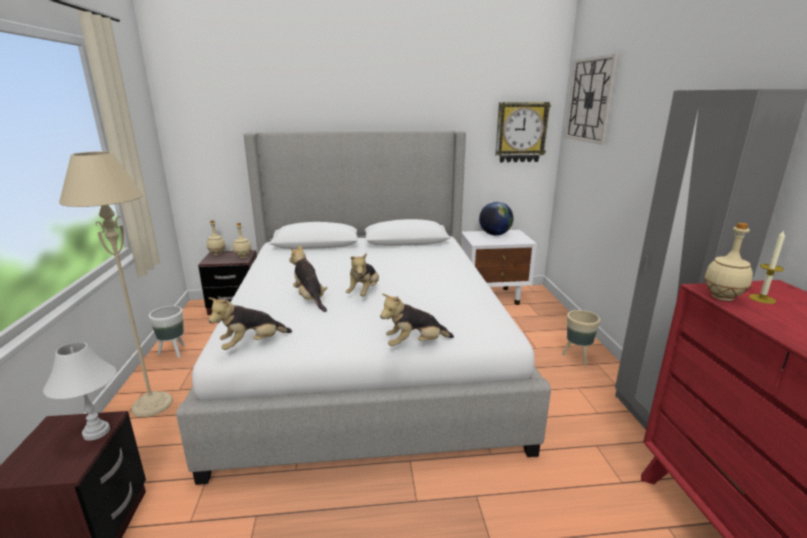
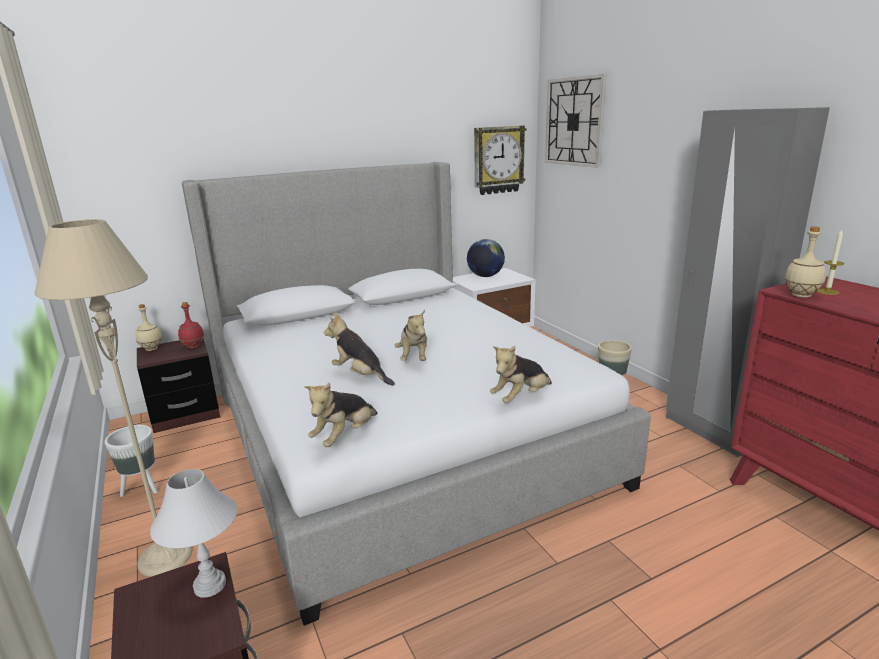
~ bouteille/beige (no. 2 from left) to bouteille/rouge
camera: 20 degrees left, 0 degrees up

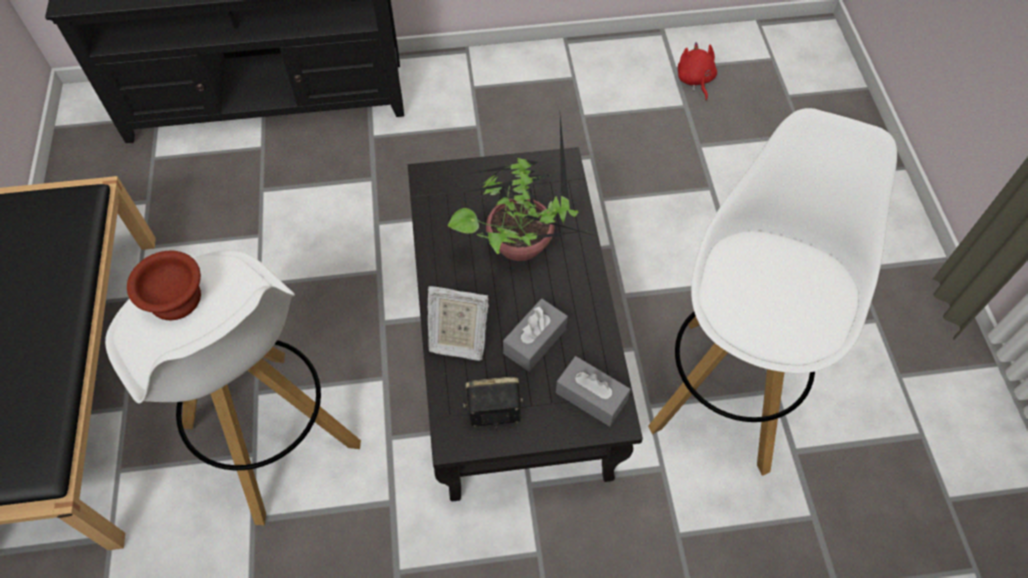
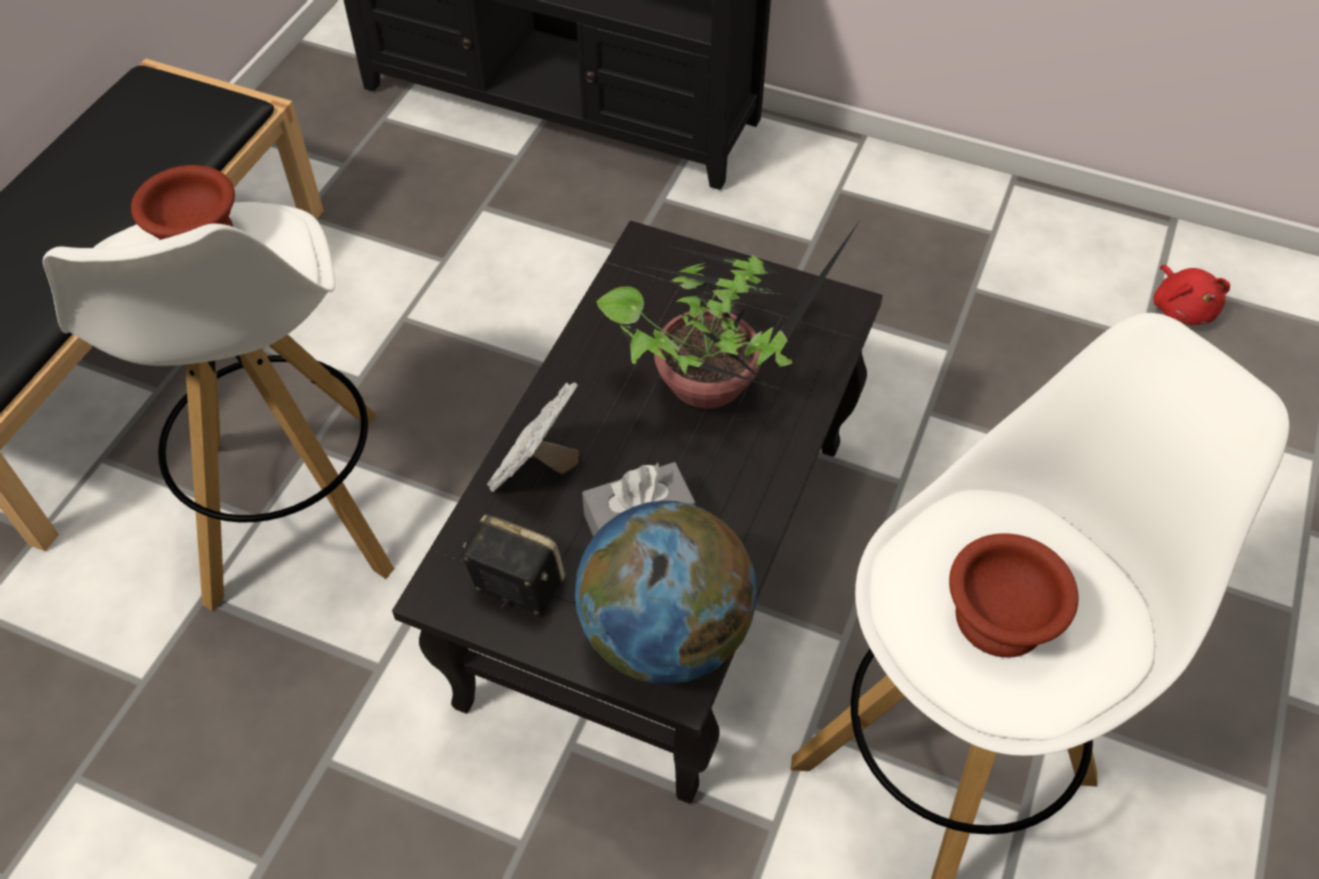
~ cadre photo 75 degrees clockwise
~ boîte à mouchoirs/gris (no. 2 from left) to globe
~ peluche/rouge 150 degrees clockwise
+ bol/marron (no. 2 from left)
camera: 30 degrees right, 5 degrees down

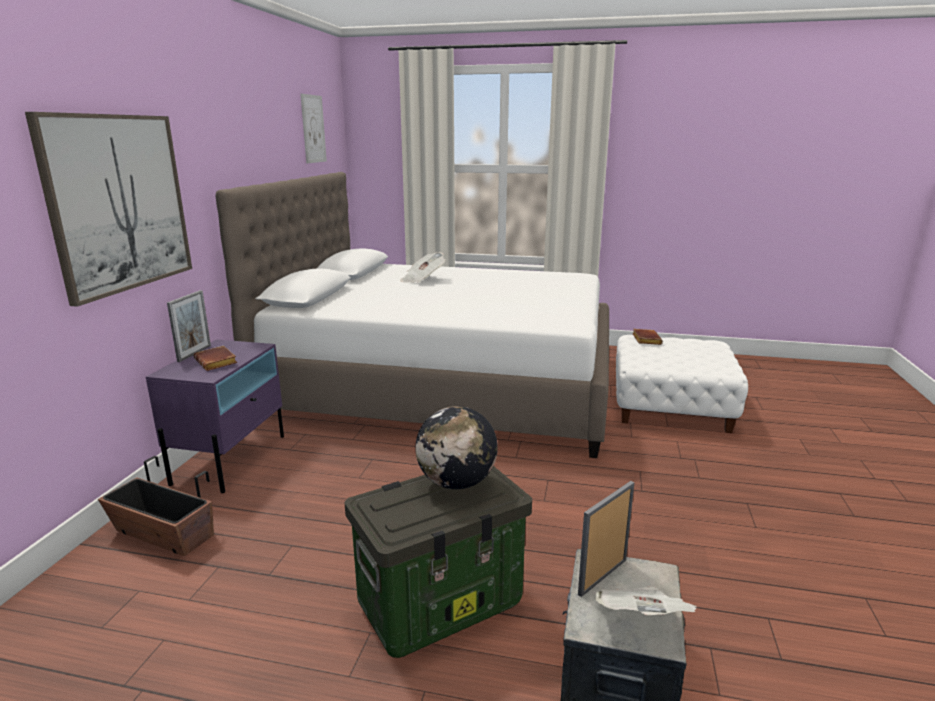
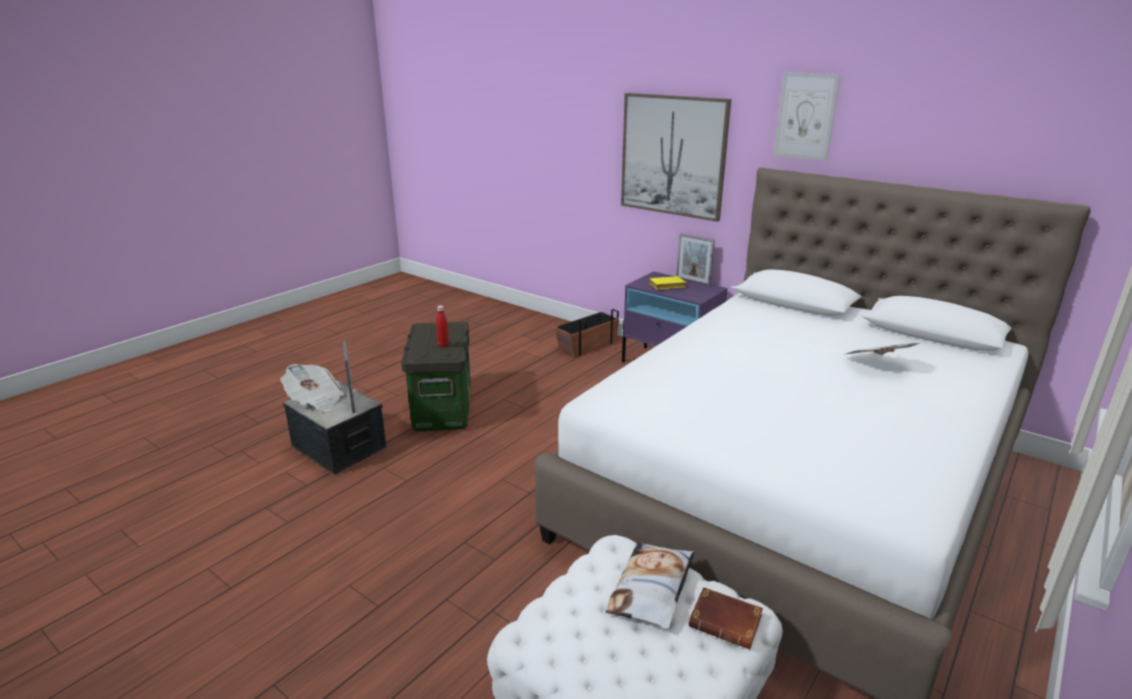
~ livre/marron (no. 1 from left) to livre/jaune
~ tableau (no. 2 from left)
~ globe to bouteille/rouge
+ coussin
camera: 115 degrees right, 5 degrees up

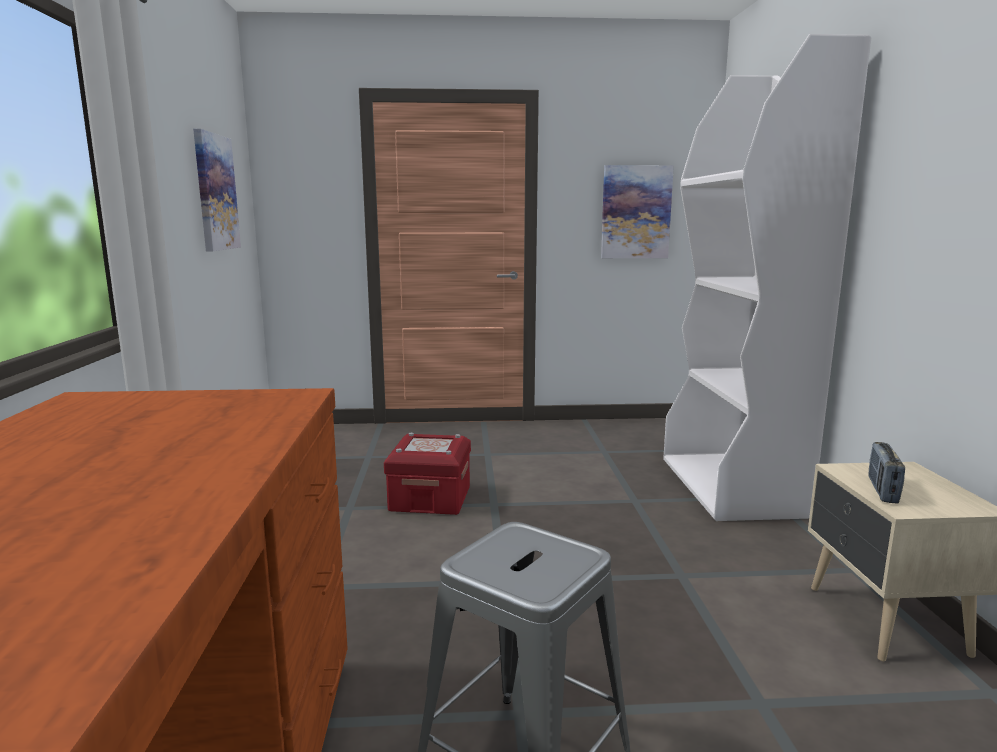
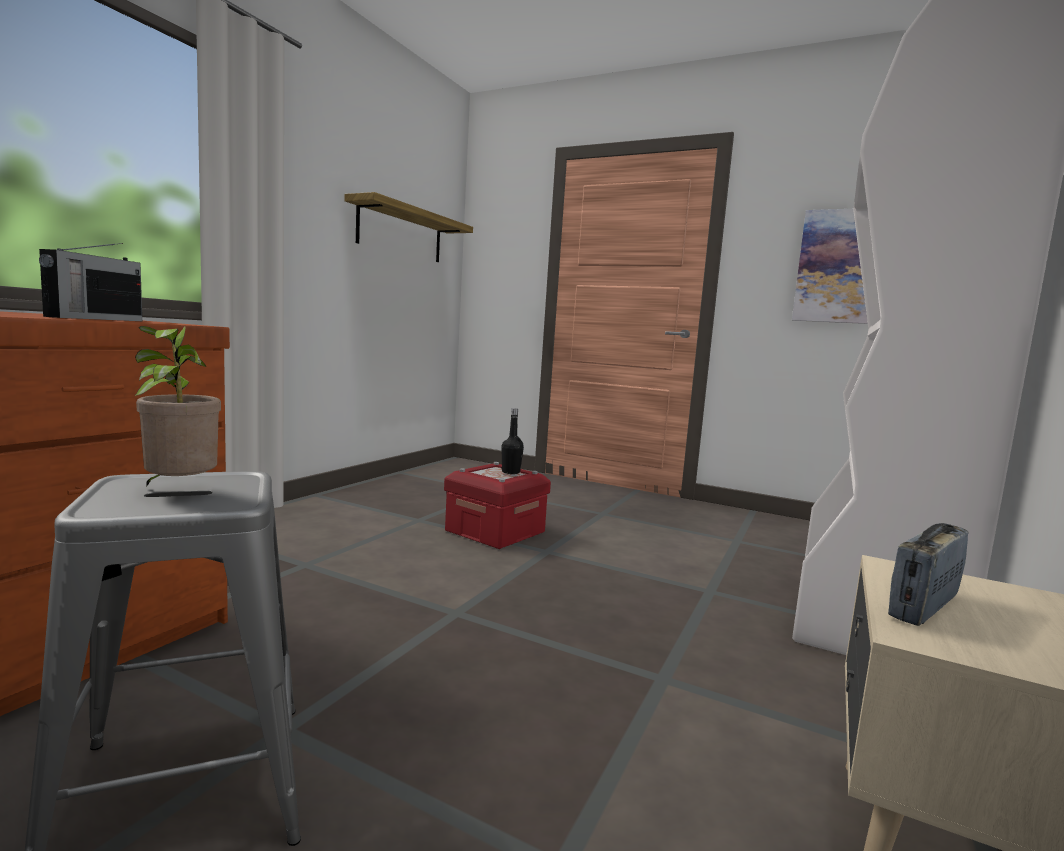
~ tableau (no. 1 from left) to étagère
+ radio (no. 1 from left)
+ plante en pot
+ bouteille/noir
camera: 30 degrees right, 5 degrees down

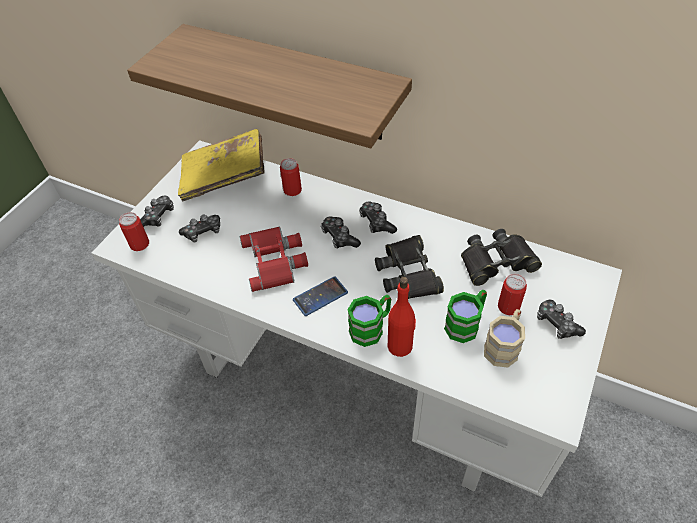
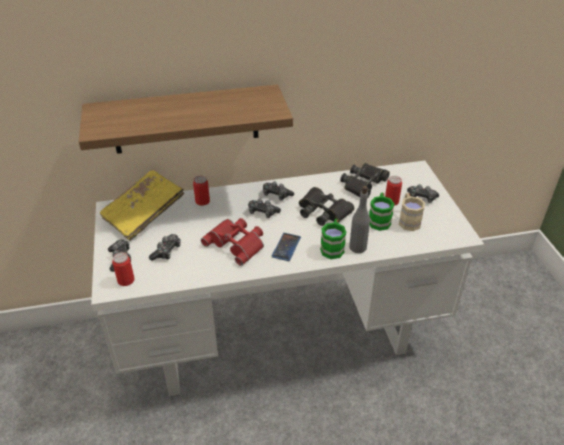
~ bouteille/rouge to bouteille/gris
camera: 40 degrees left, 10 degrees down

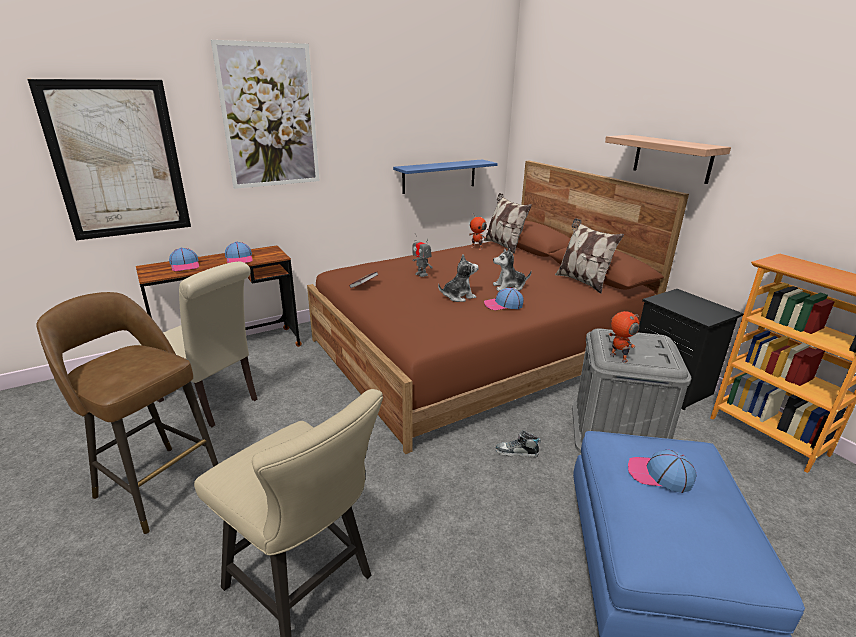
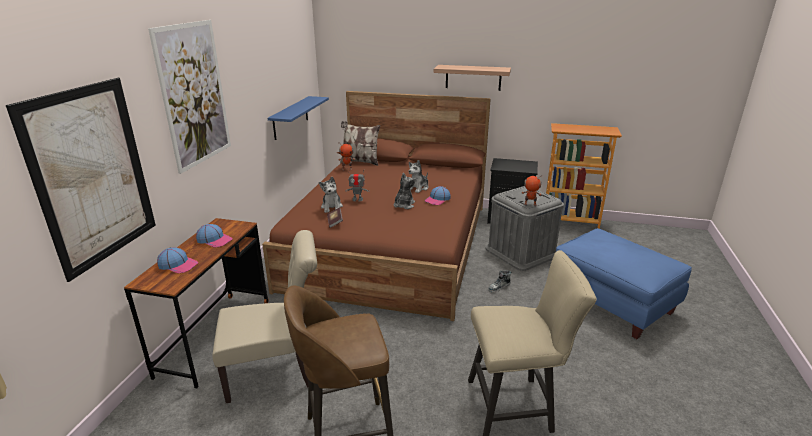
- coussin (no. 2 from left)
- casquette (no. 4 from left)
+ peluche (no. 1 from left)
camera: 45 degrees left, 0 degrees up

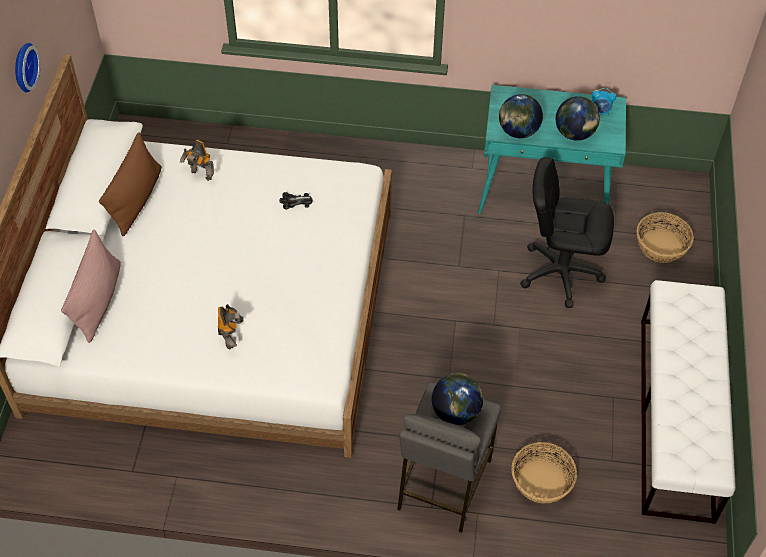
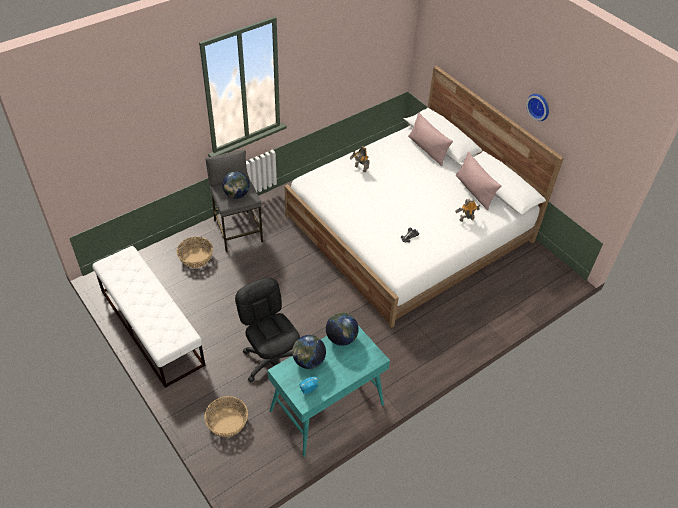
~ coussin/marron to coussin/rose (no. 2 from left)
~ chaise de bureau/noir 90 degrees counterclockwise
camera: 135 degrees right, 5 degrees down

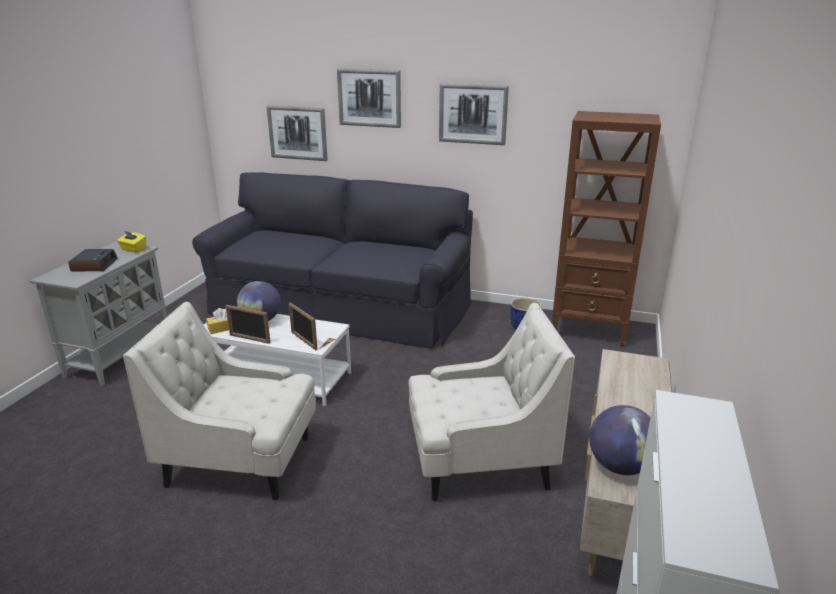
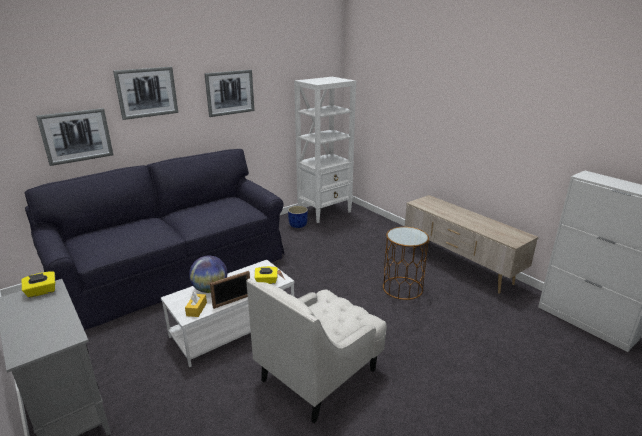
- réveil
~ cadre photo (no. 2 from left) to boîte à mouchoirs/jaune (no. 3 from left)
~ fauteuil/blanc (no. 2 from left) to table d'appoint/marron
~ bibliothèque/marron to bibliothèque/blanc
- globe (no. 2 from left)
camera: 55 degrees left, 0 degrees up

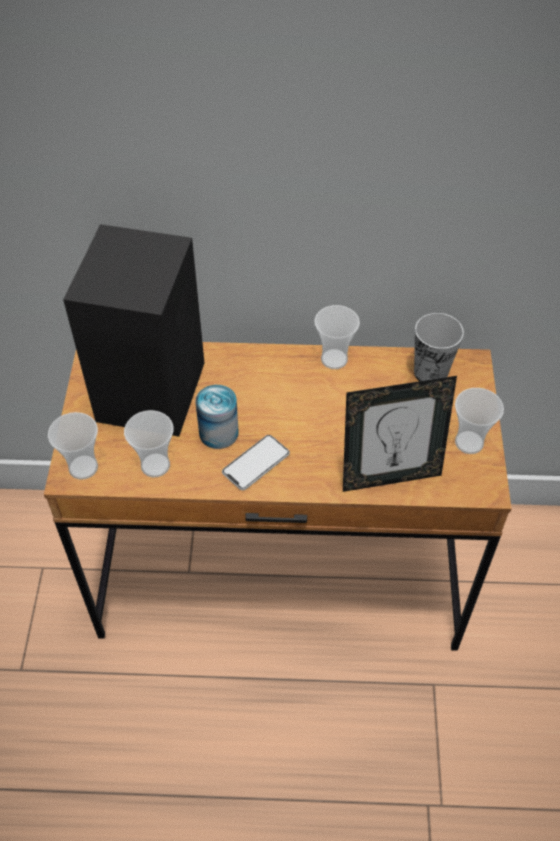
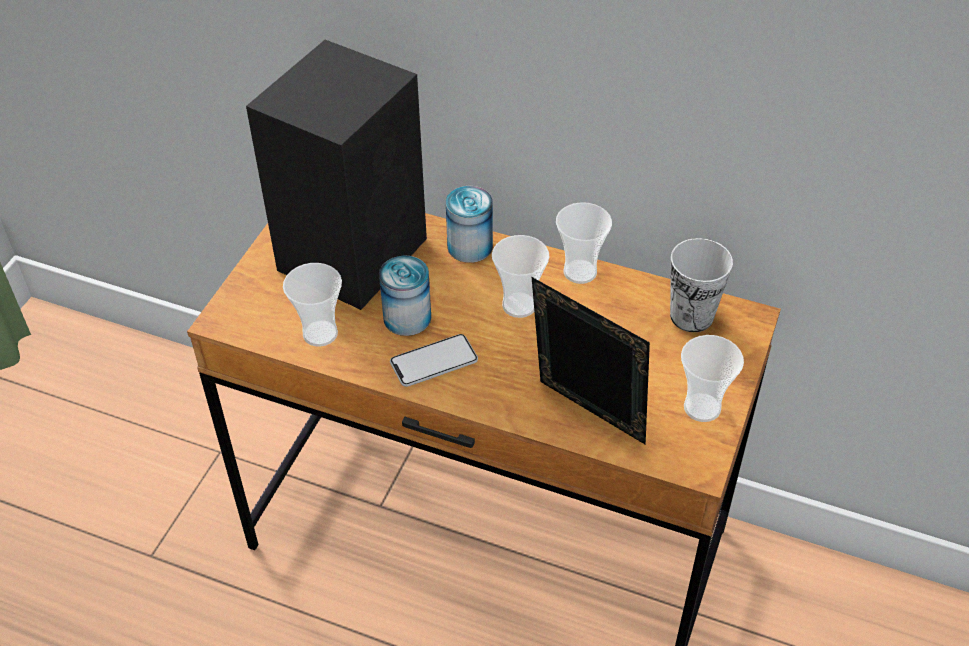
~ tasse (no. 1 from left in the first image) to tasse (no. 2 from left)
~ cadre photo 150 degrees counterclockwise
+ boîte métallique (no. 2 from left)
camera: 20 degrees right, 5 degrees down

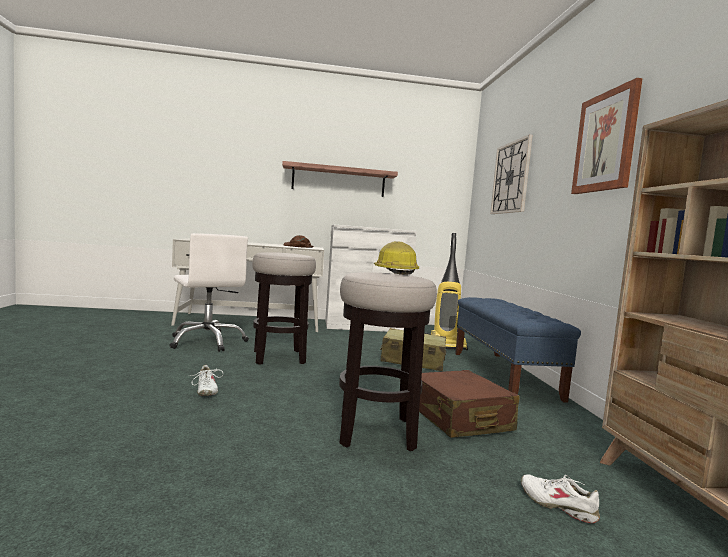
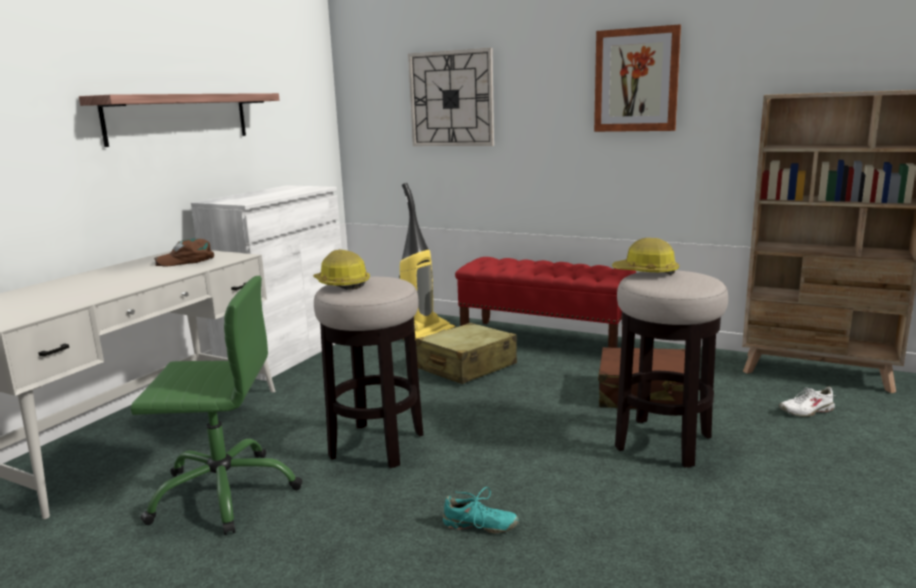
~ chaise de bureau/blanc to chaise de bureau/vert
~ chaussure/blanc (no. 1 from left) to chaussure/turquoise
~ banc/bleu to banc/rouge
+ casque de chantier (no. 1 from left)
camera: 55 degrees left, 10 degrees up

